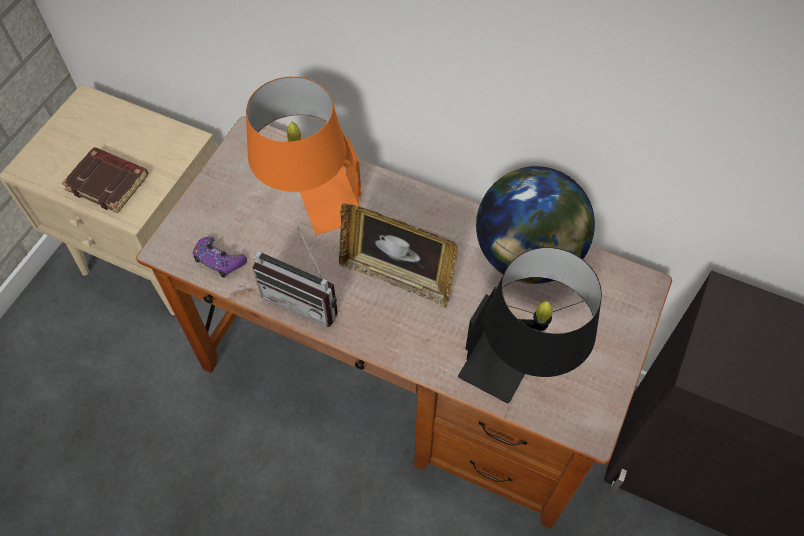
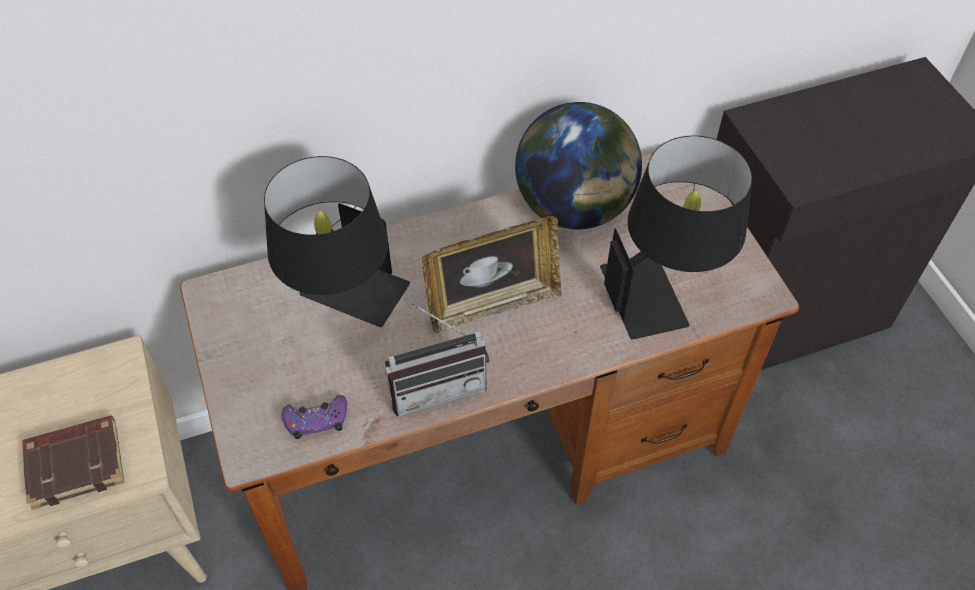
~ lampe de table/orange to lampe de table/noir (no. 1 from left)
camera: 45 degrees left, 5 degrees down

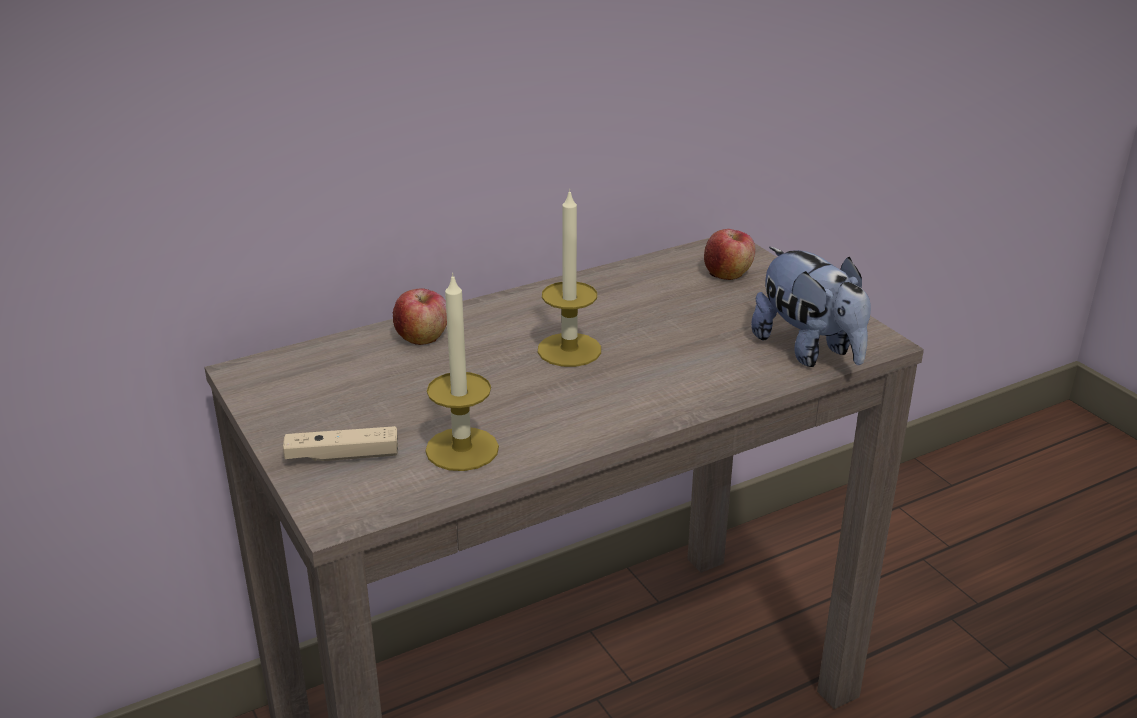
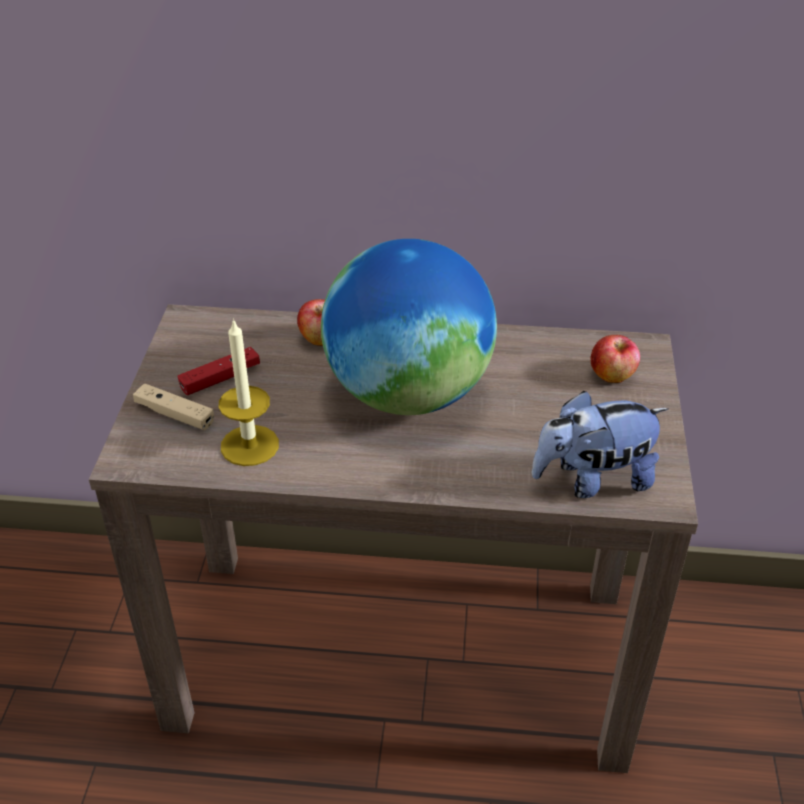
~ bougie (no. 2 from left) to globe
~ peluche 75 degrees clockwise
+ manette/rouge
camera: 35 degrees right, 10 degrees up

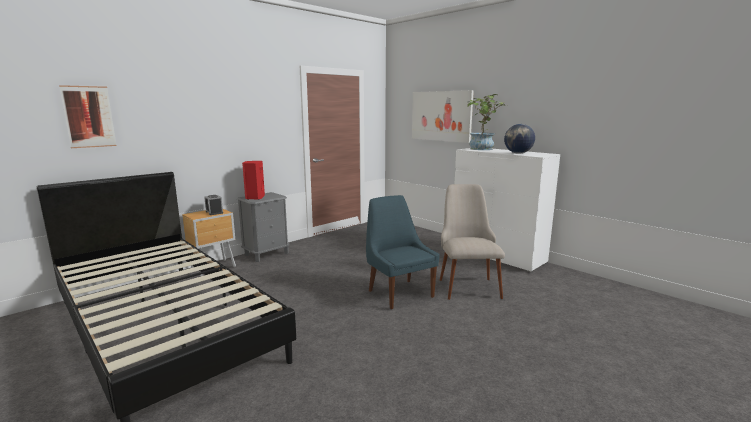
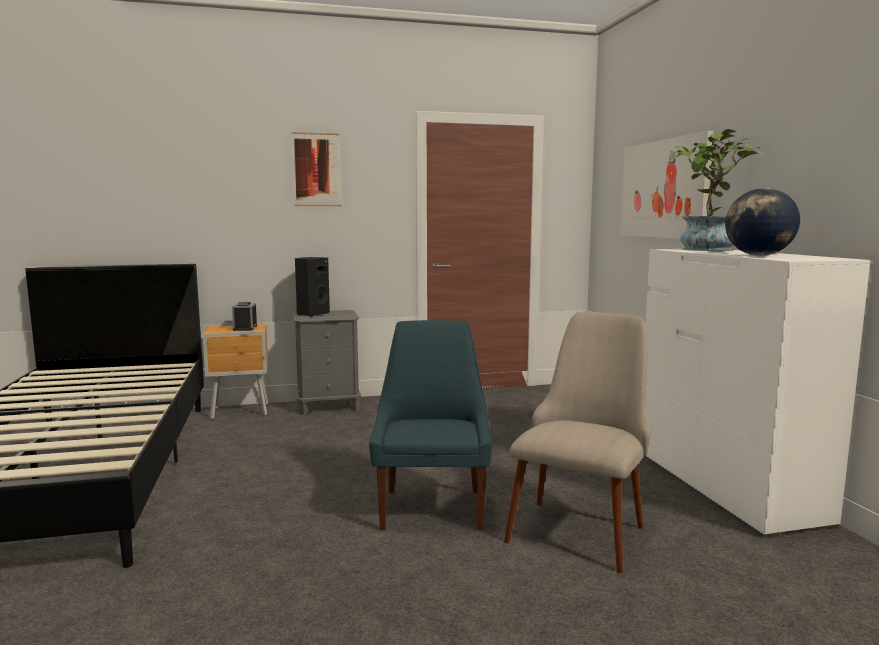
~ tableau (no. 1 from left)
~ enceinte/rouge to enceinte/noir
camera: 30 degrees right, 5 degrees down

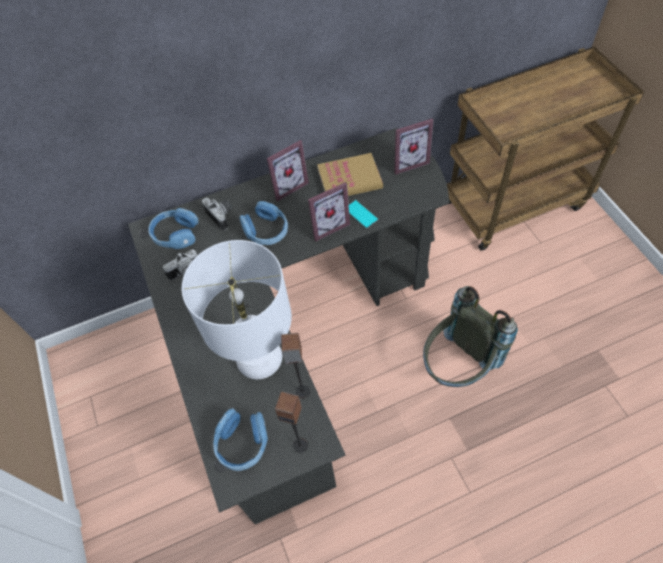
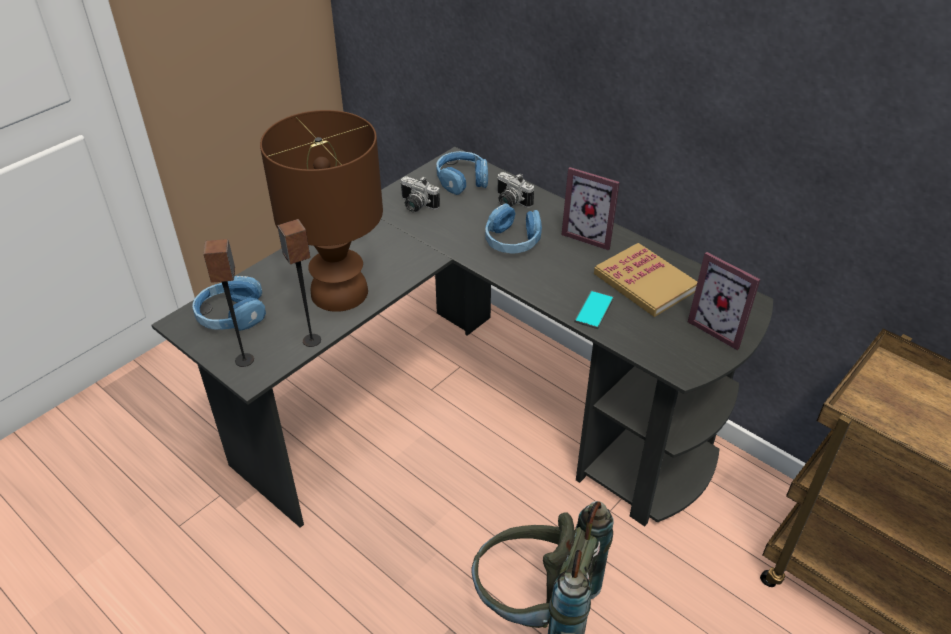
~ lampe de table/blanc to lampe de table/marron
~ appareil photo (no. 2 from left) 105 degrees clockwise
- cadre photo (no. 2 from left)
camera: 60 degrees right, 15 degrees down

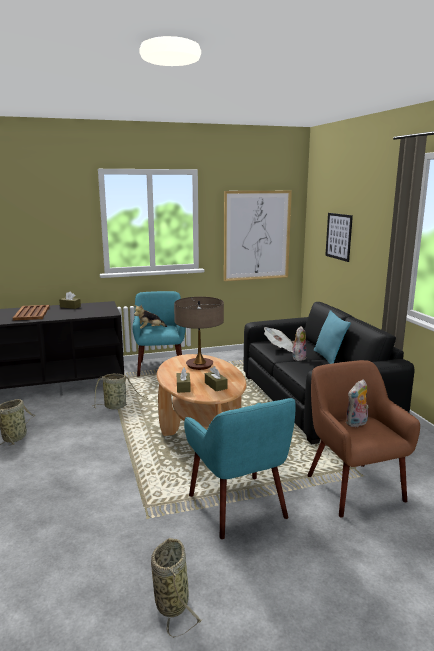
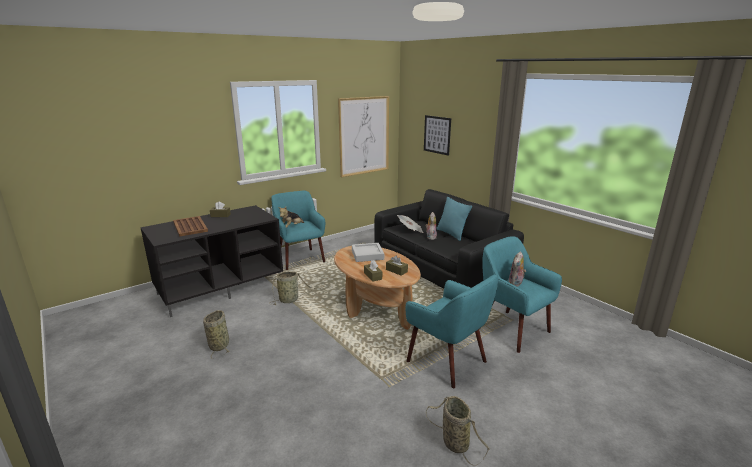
~ lampe de table to plateau/gris
~ fauteuil/marron to fauteuil/turquoise (no. 3 from left)
camera: 20 degrees left, 5 degrees up

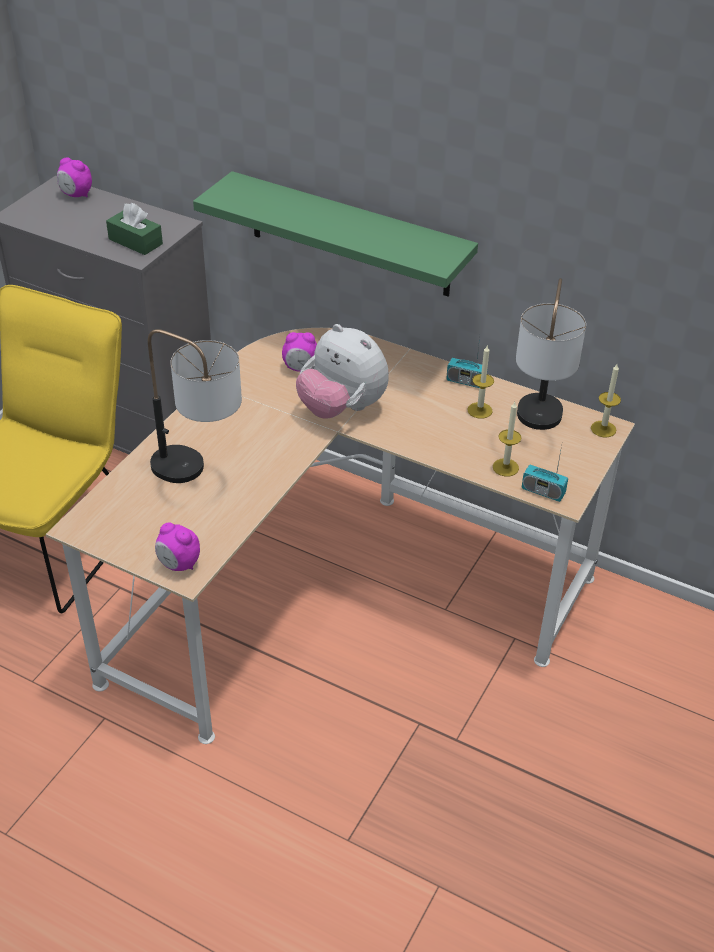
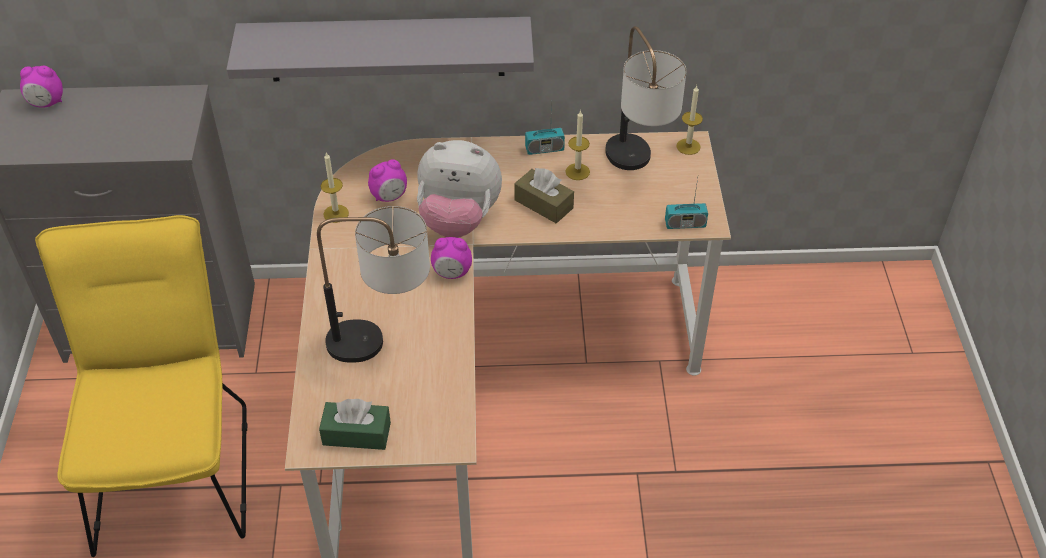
~ boîte à mouchoirs/vert
~ réveil (no. 2 from left in the first image) to réveil (no. 3 from left)
~ étagère/vert to étagère/gris
~ bougie (no. 2 from left in the first image) to bougie (no. 1 from left)
+ boîte à mouchoirs/marron
camera: 30 degrees left, 5 degrees up

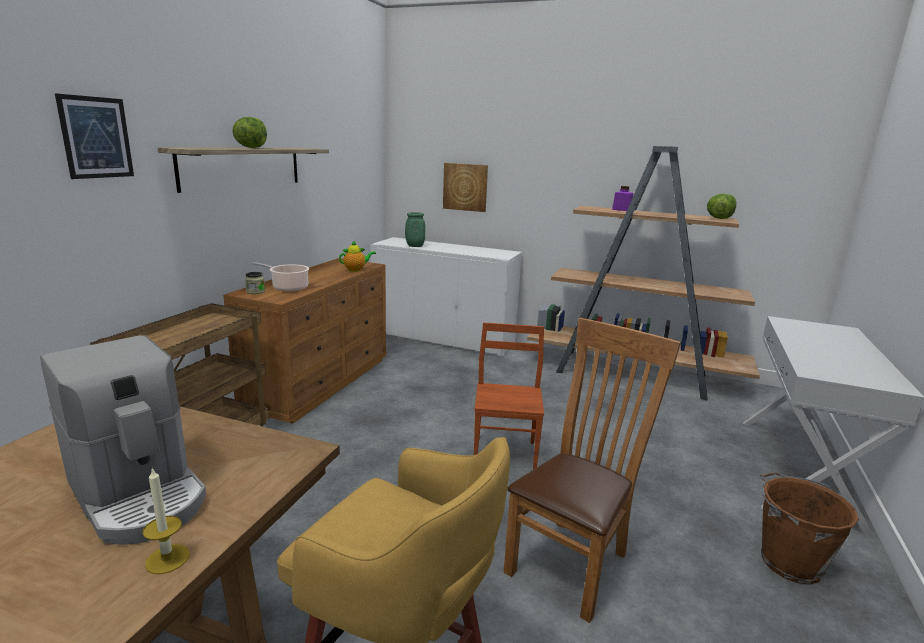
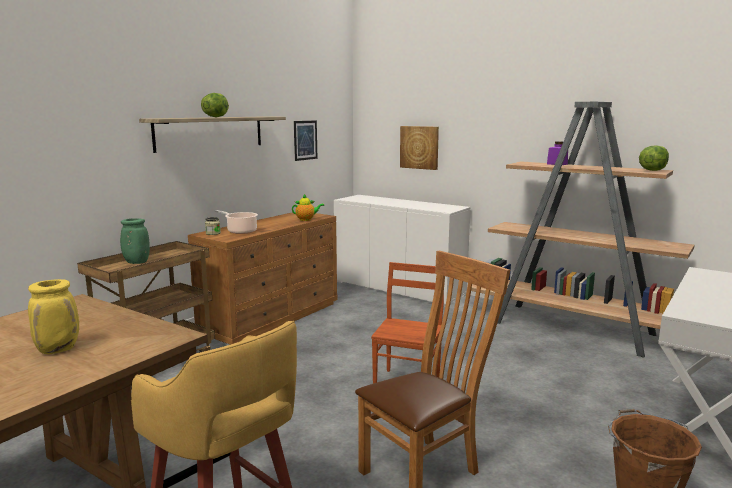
~ machine à café to vase/jaune
~ tableau (no. 1 from left)
- bougie
~ vase/vert
camera: 15 degrees right, 5 degrees down

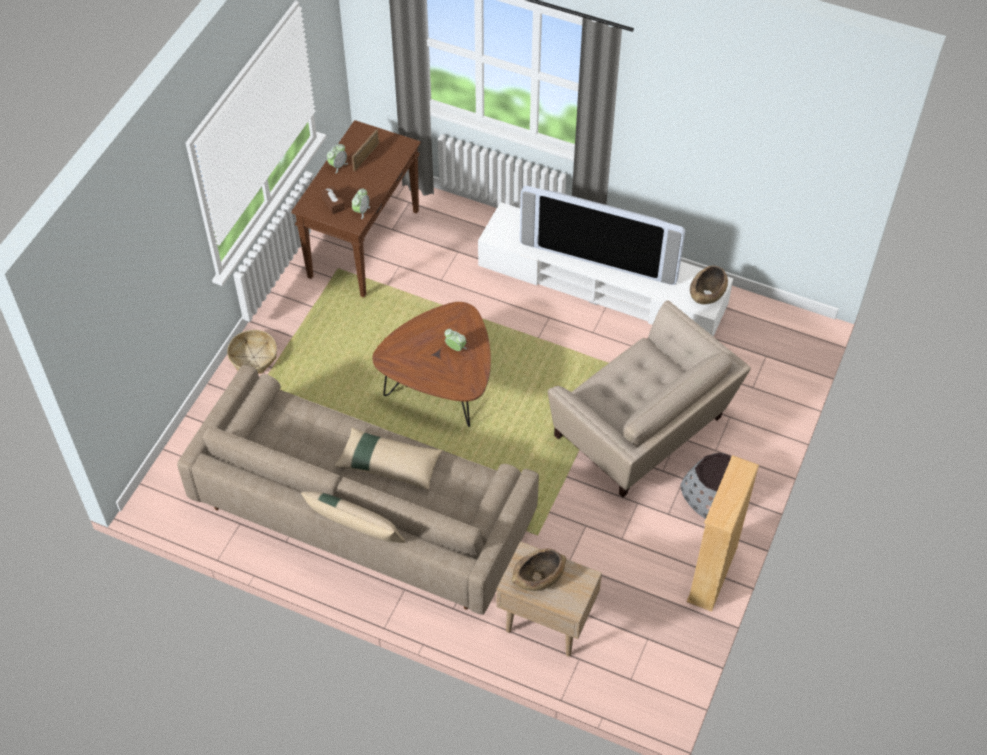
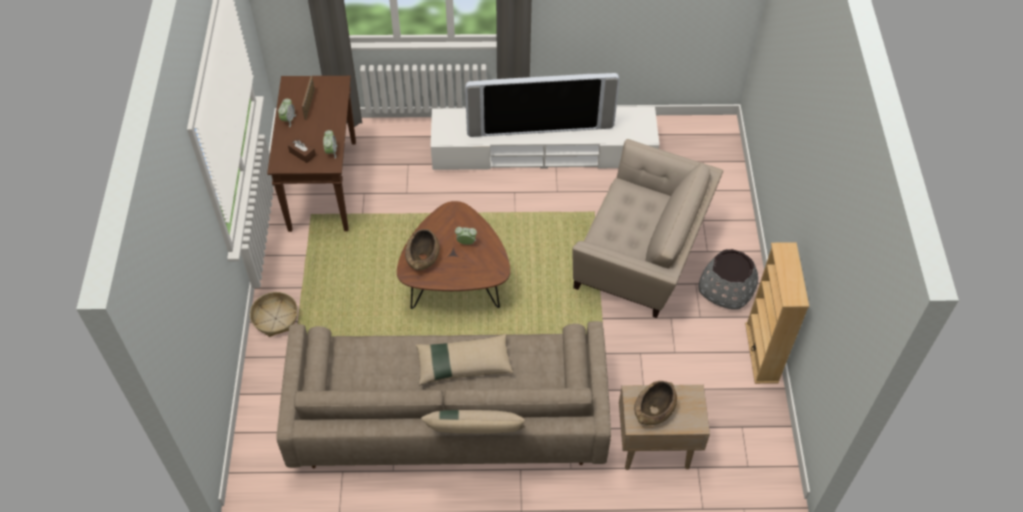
~ bol/marron (no. 2 from left in the first image) to bol/marron (no. 1 from left)
camera: 25 degrees left, 0 degrees up

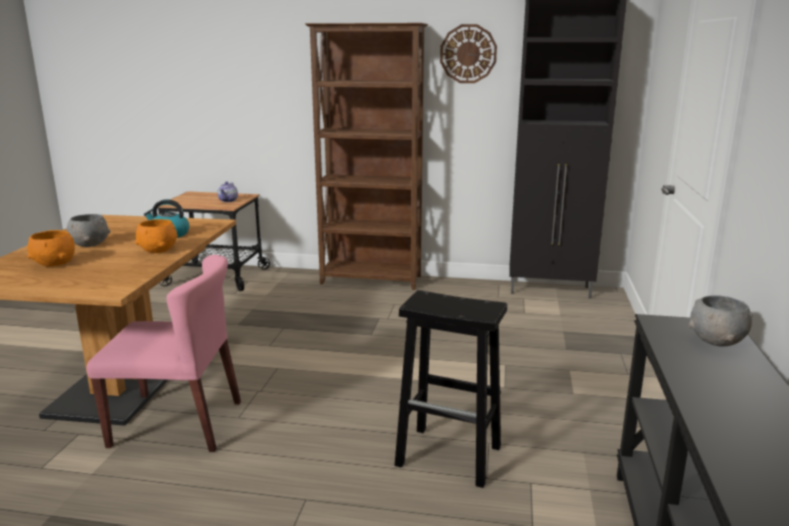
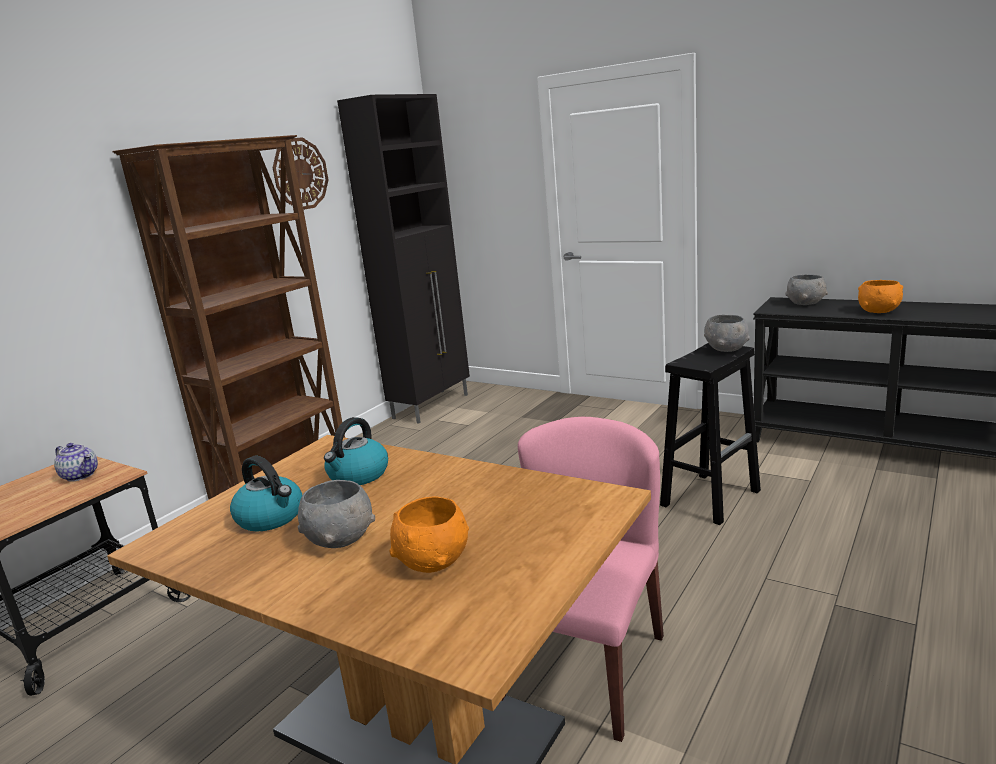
~ bol/orange (no. 2 from left)
+ bouilloire (no. 1 from left)
+ bol/gris (no. 2 from left)
camera: 65 degrees left, 0 degrees up

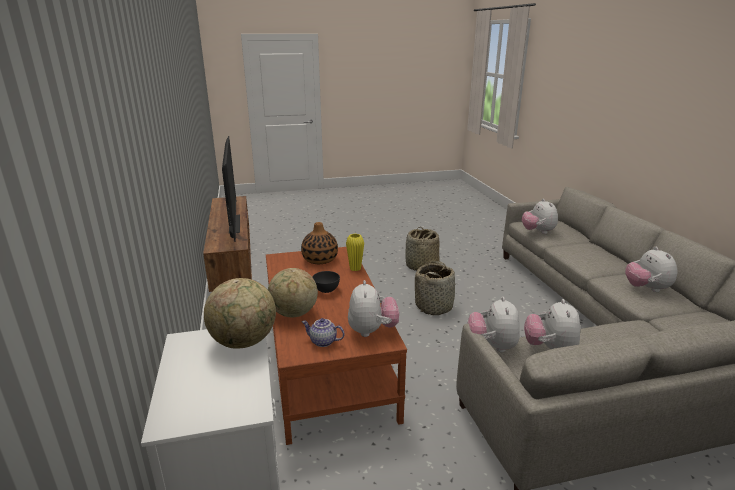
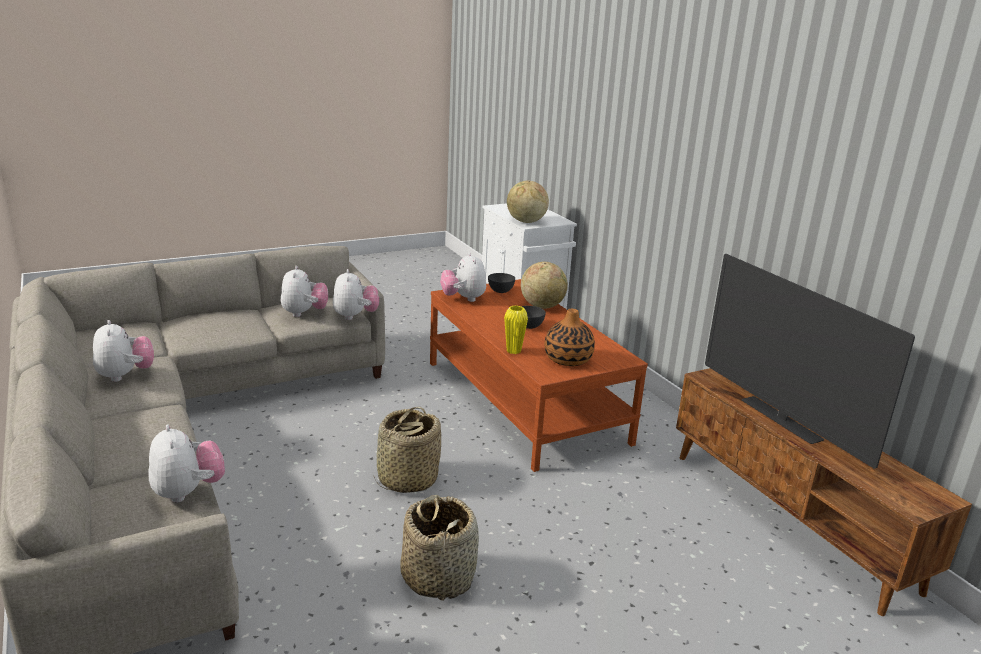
~ théière to bol/gris (no. 1 from left)
camera: 165 degrees right, 0 degrees up

